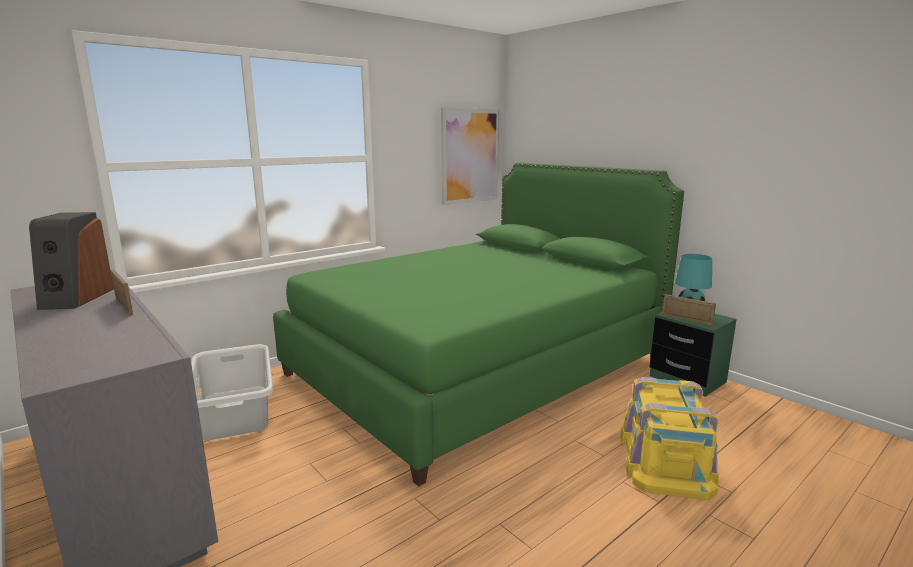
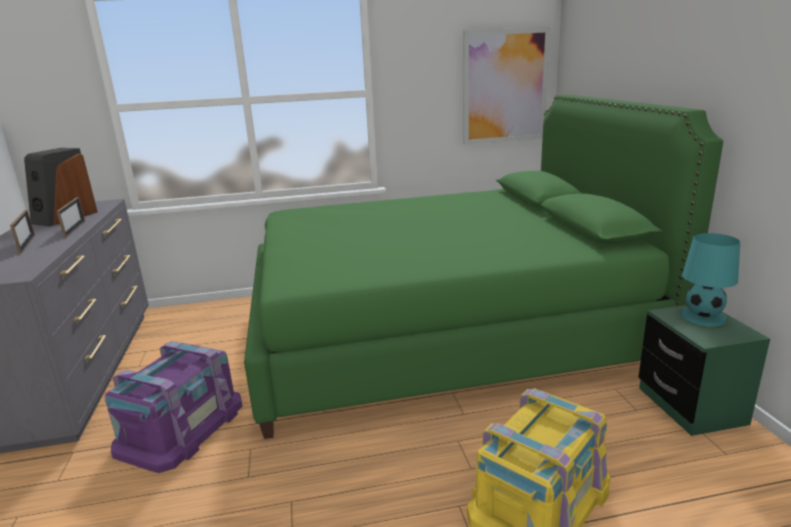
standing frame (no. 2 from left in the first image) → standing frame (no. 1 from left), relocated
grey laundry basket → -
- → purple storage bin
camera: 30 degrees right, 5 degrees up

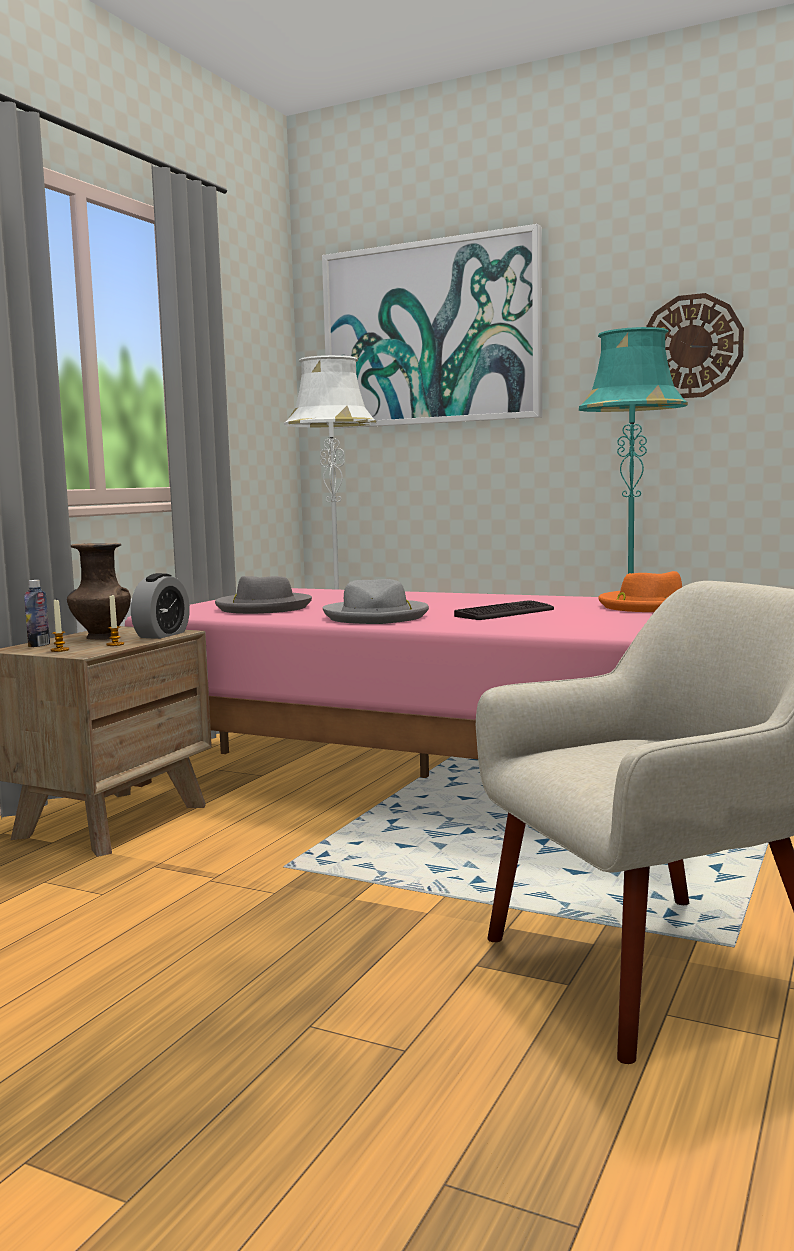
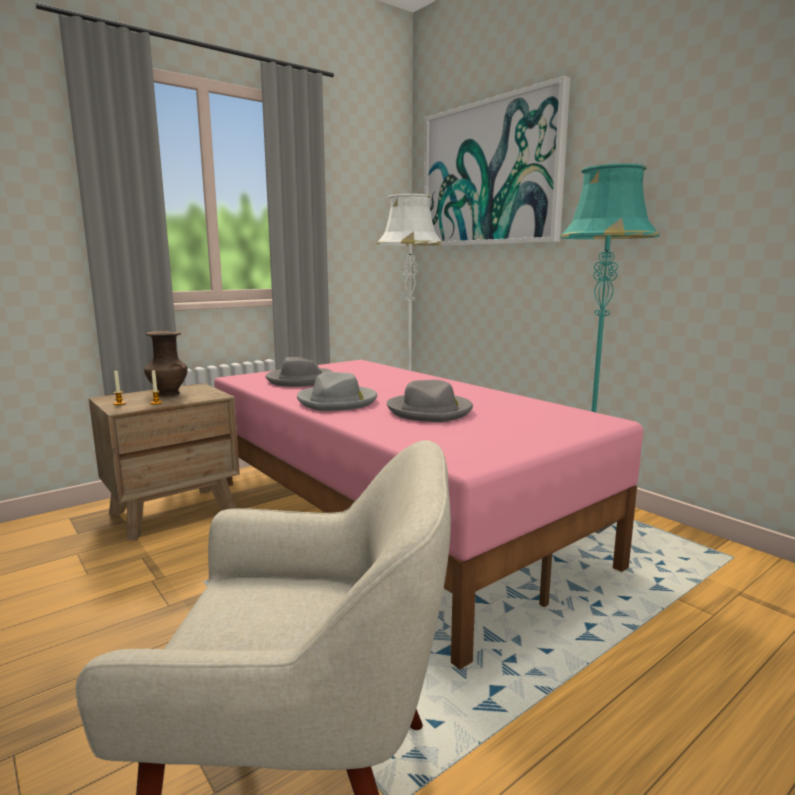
clock on the wall → -
orange clothing hat → -
bedside clock → -
drink bottle → -
keyboard → grey clothing hat (no. 3 from left)
camera: 25 degrees right, 5 degrees up

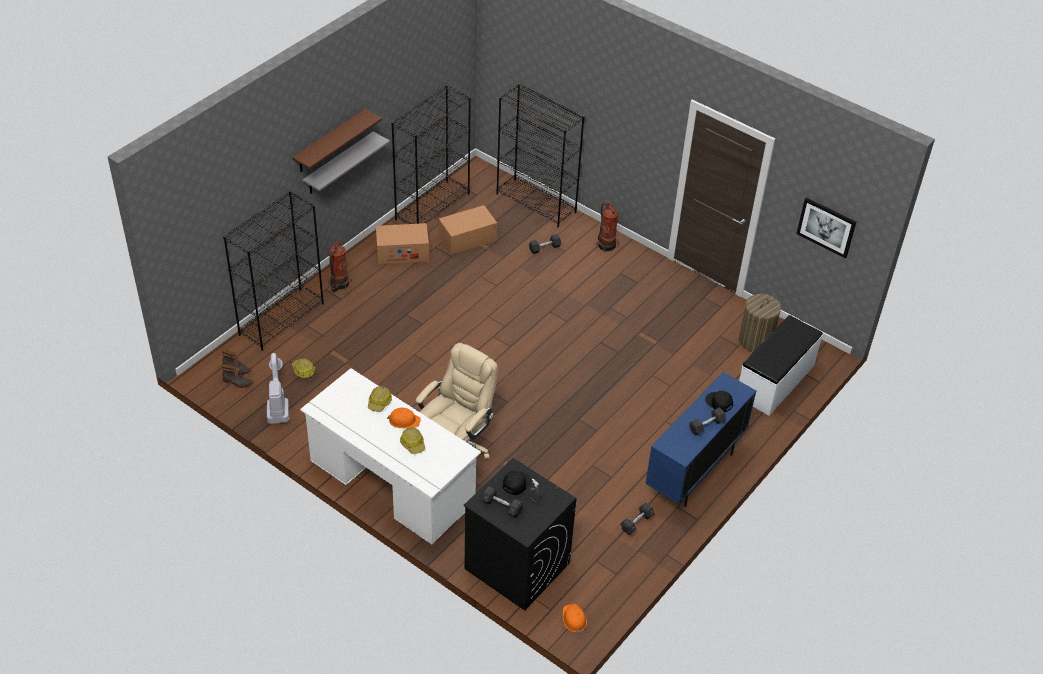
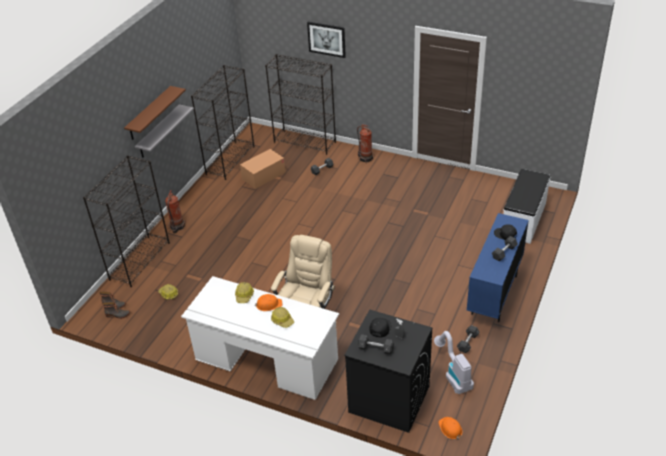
picture, relocated
cardboard box (no. 1 from left) → -
laundry basket → -
hoover, relocated
camera: 10 degrees left, 5 degrees down

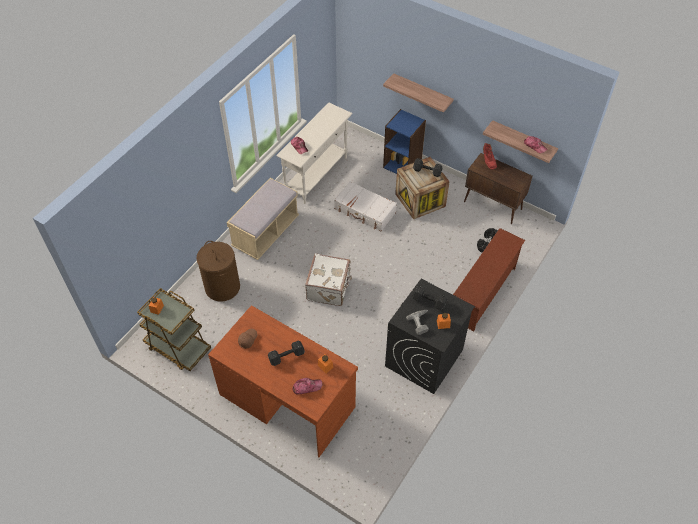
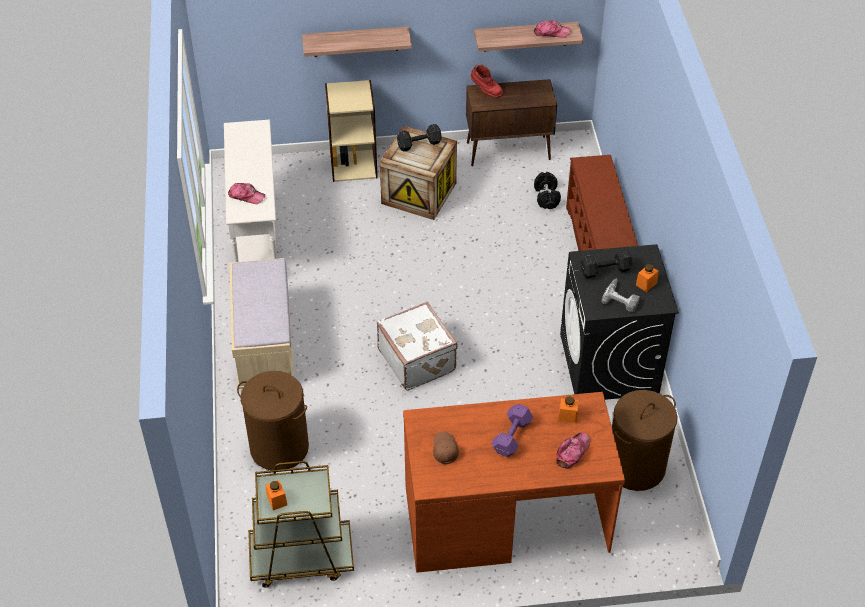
blue-coloured bookcase → beige-coloured bookcase
white travel case (no. 2 from left) → -
blackish free weight (no. 1 from left) → purple free weight
- → brownish laundry basket (no. 2 from left)
camera: 40 degrees left, 5 degrees down

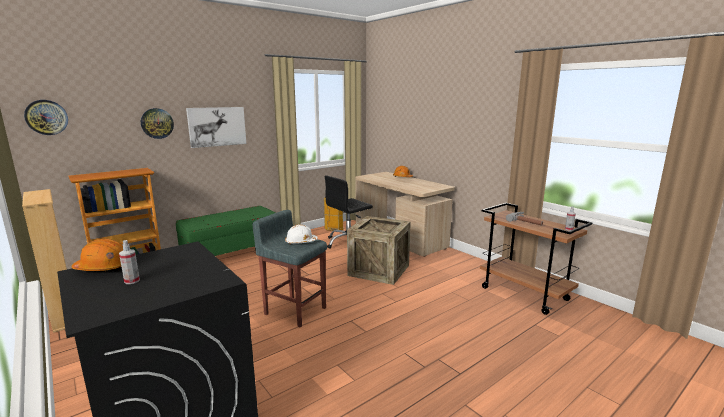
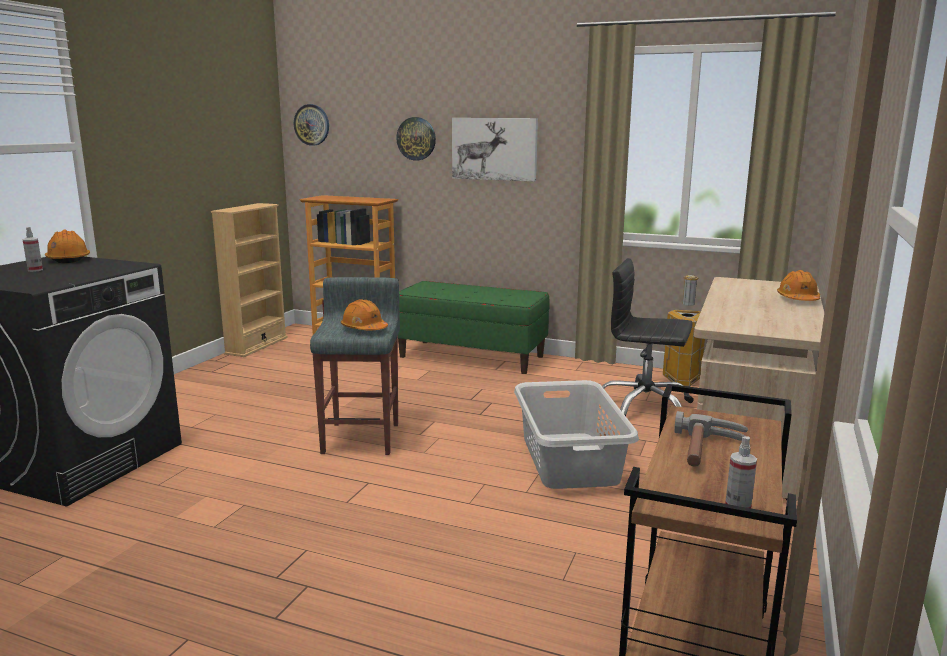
packing crate → grey laundry basket
white hard hat → orange hard hat (no. 2 from left)
camera: 60 degrees right, 0 degrees up

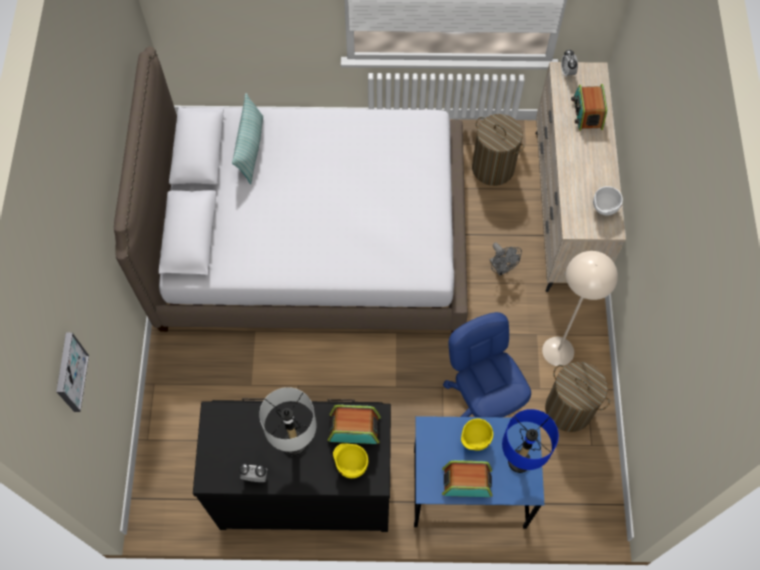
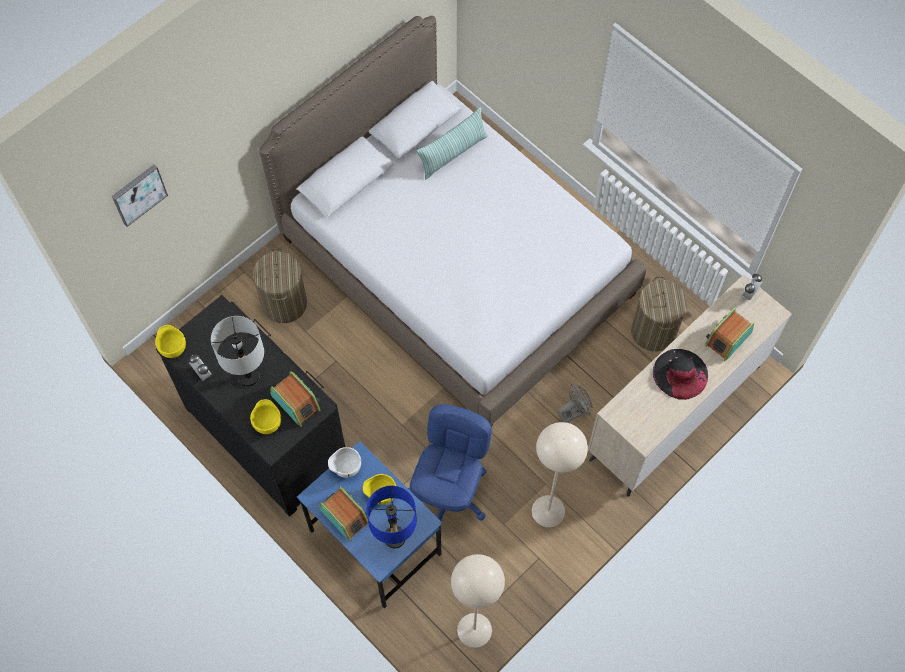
white deep dish, relocated
grey electric fan, 135 degrees counterclockwise
laundry basket (no. 2 from left in the first image) → laundry basket (no. 1 from left), relocated
- → yellow deep dish (no. 1 from left)
- → blackish clothing hat
- → beige-coloured standard lamp (no. 1 from left)
camera: 45 degrees right, 0 degrees up

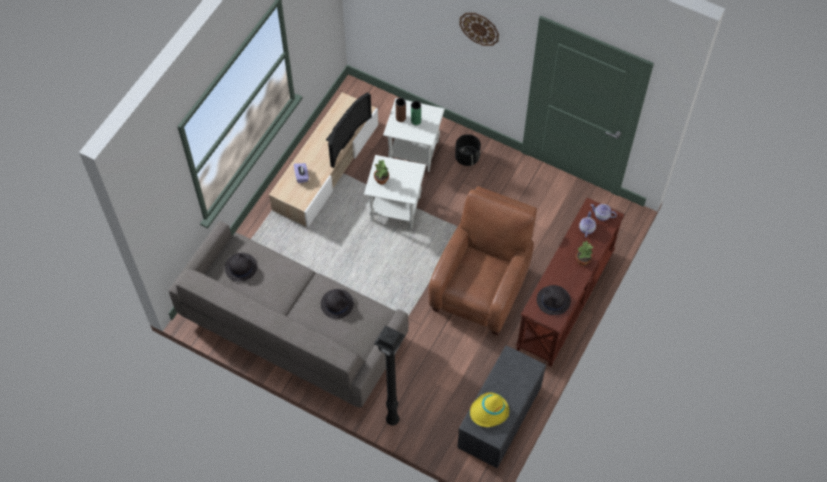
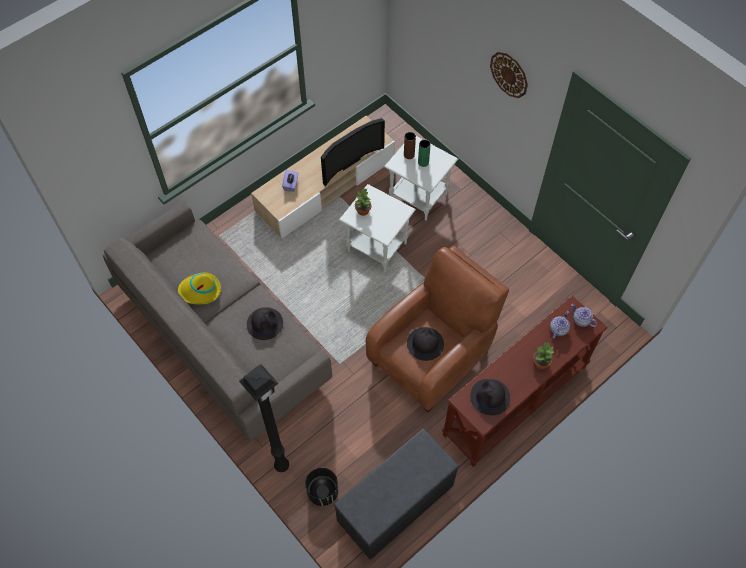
blackish plant pot, relocated
blackish clothing hat (no. 1 from left in the first image) → blackish clothing hat (no. 2 from left), relocated
yellow clothing hat, relocated
camera: 20 degrees right, 0 degrees up

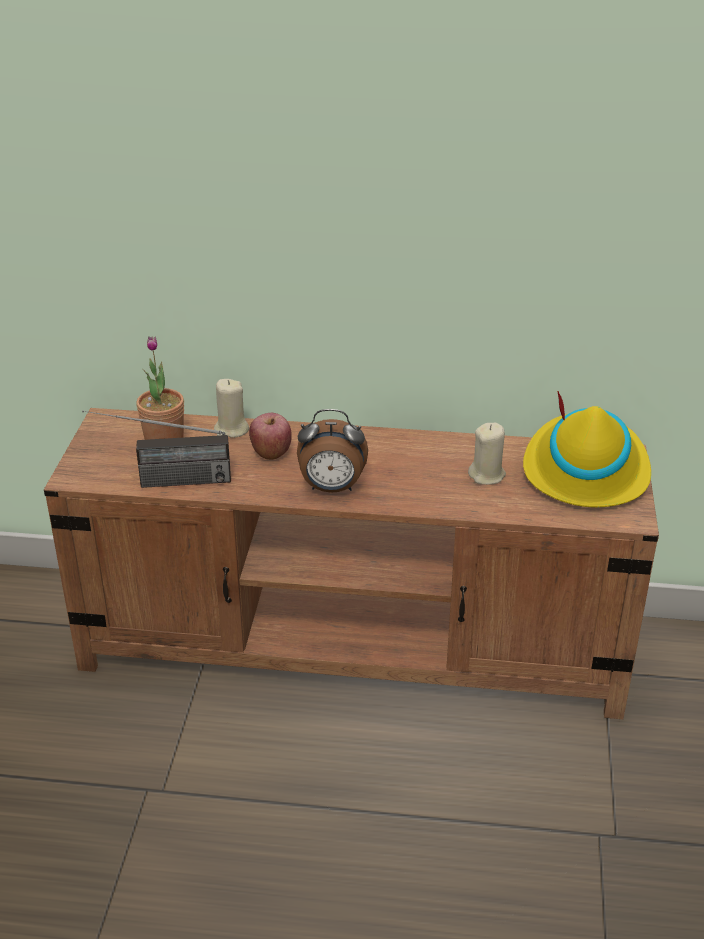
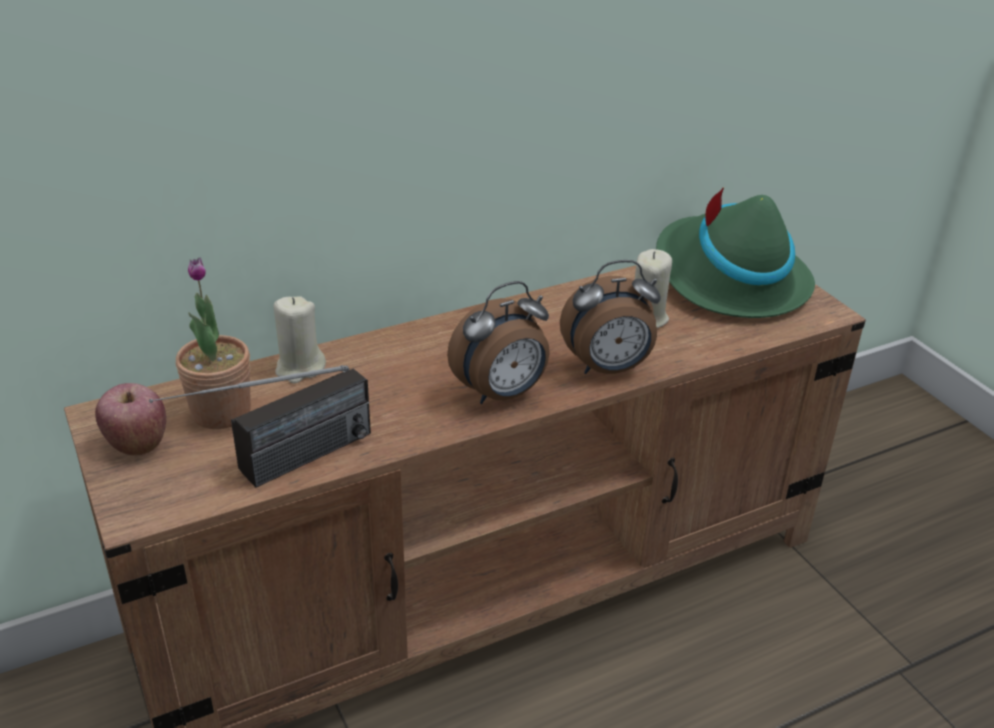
yellow clothing hat → greenish clothing hat
apple, relocated
- → bedside clock (no. 2 from left)
camera: 35 degrees left, 0 degrees up

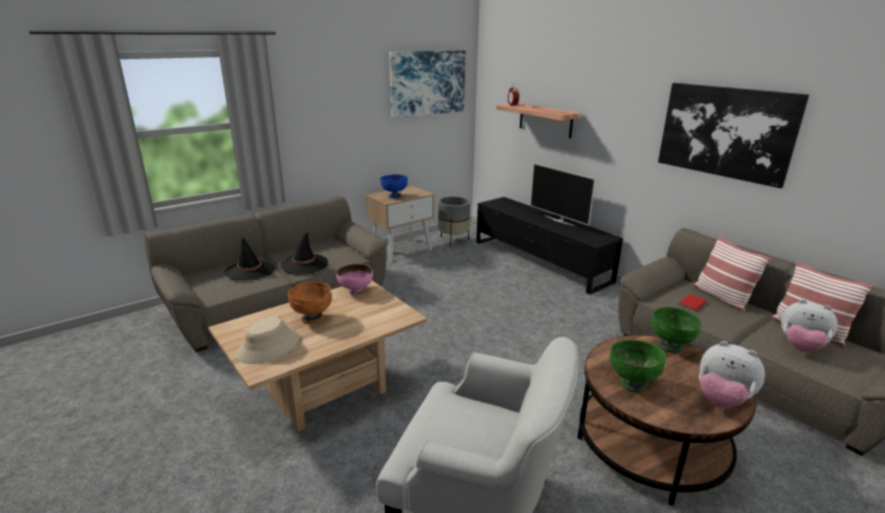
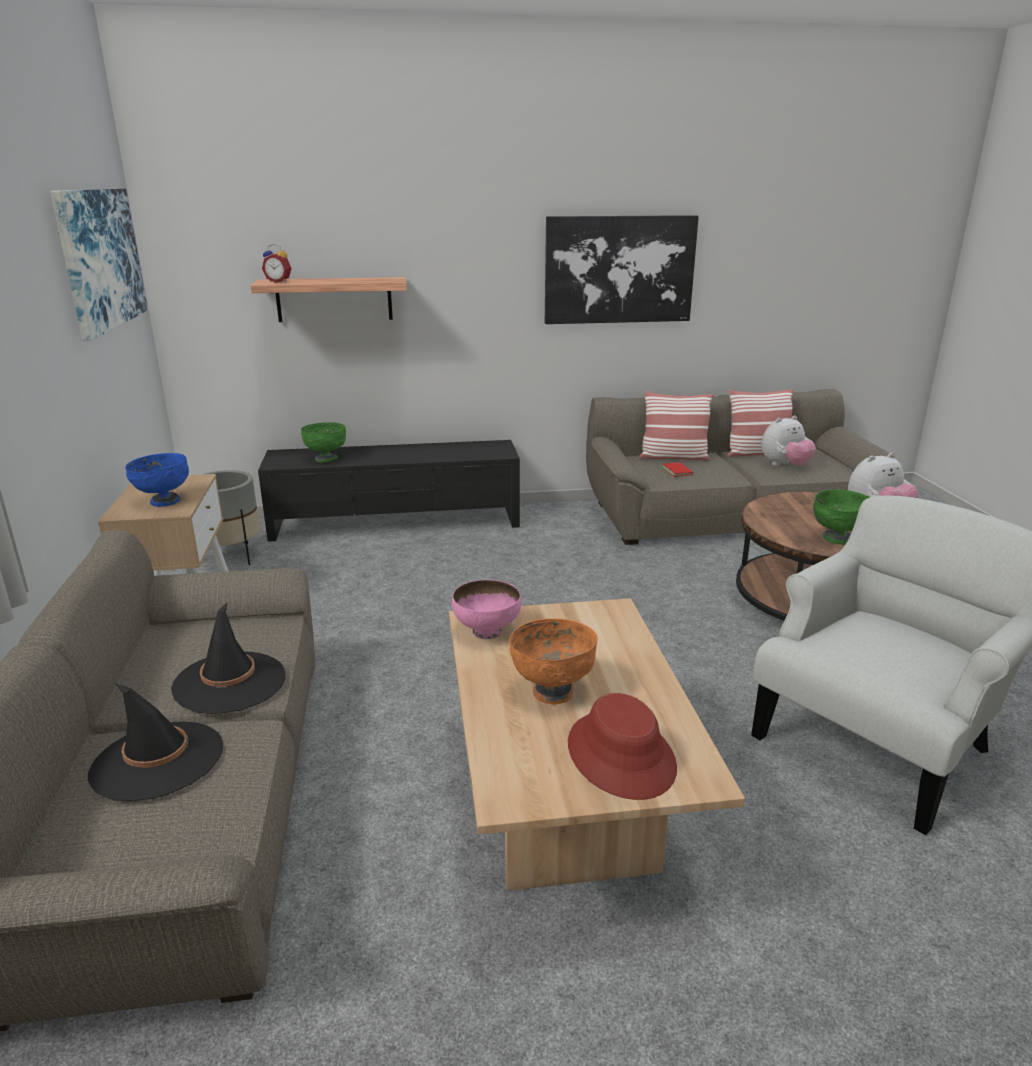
TV → -
greenish deep dish (no. 2 from left in the first image) → greenish deep dish (no. 1 from left), relocated
beige-coloured clothing hat → red clothing hat
camera: 60 degrees left, 0 degrees up

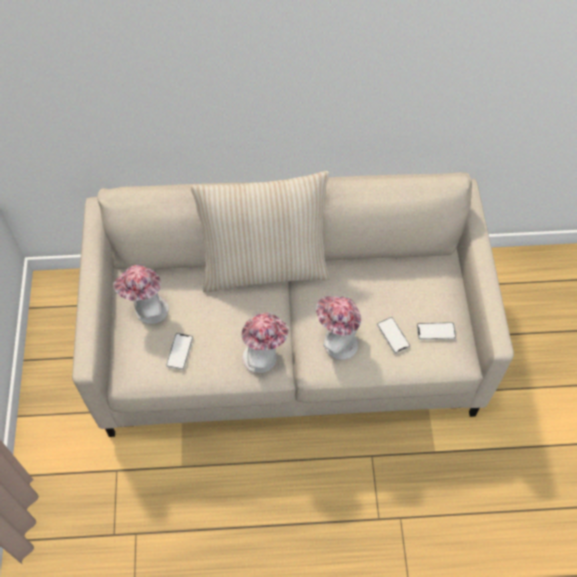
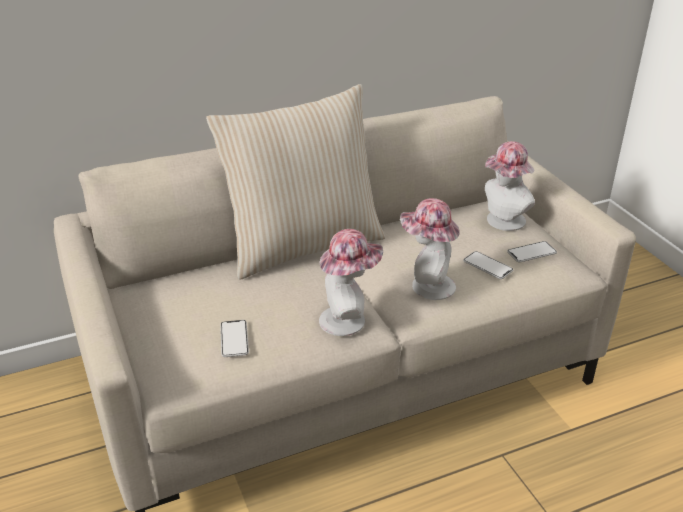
clothing hat (no. 1 from left in the first image) → clothing hat (no. 3 from left), relocated
camera: 20 degrees left, 25 degrees down

